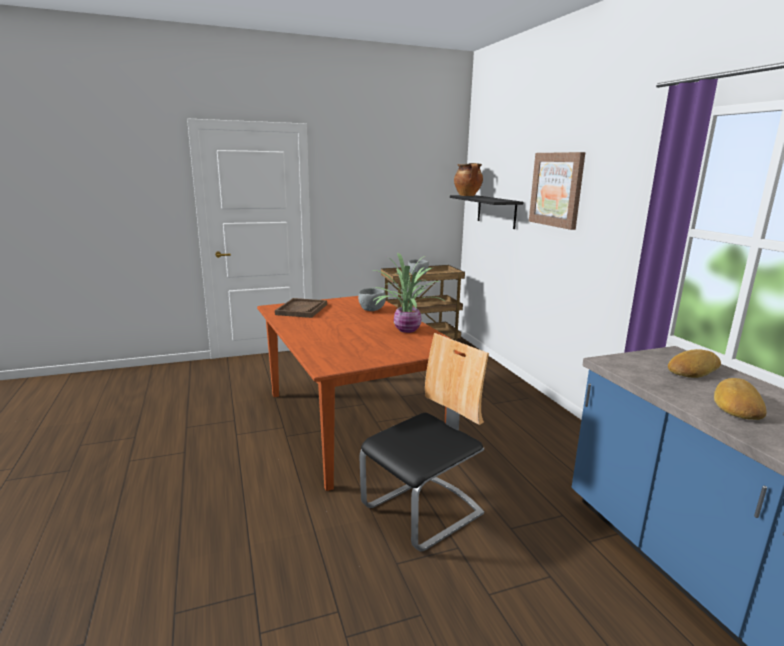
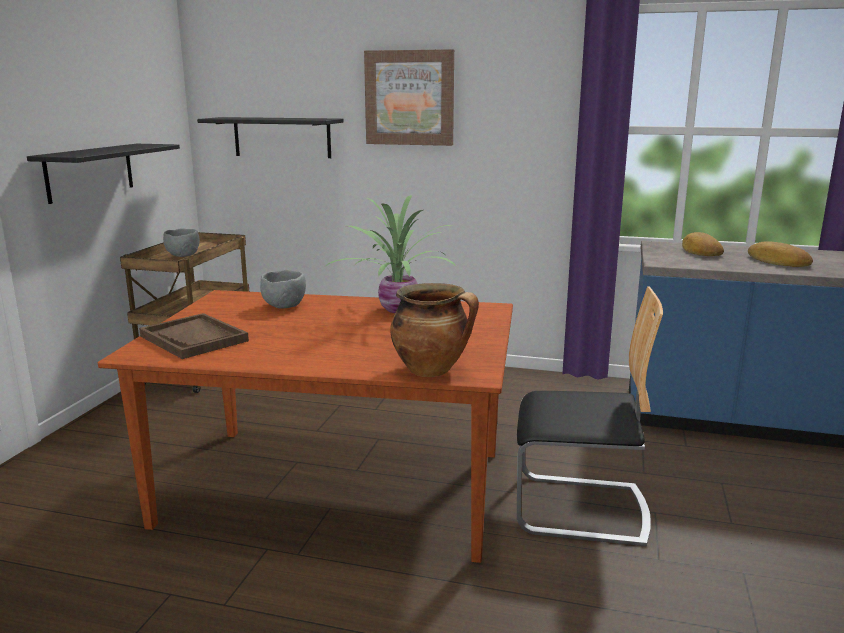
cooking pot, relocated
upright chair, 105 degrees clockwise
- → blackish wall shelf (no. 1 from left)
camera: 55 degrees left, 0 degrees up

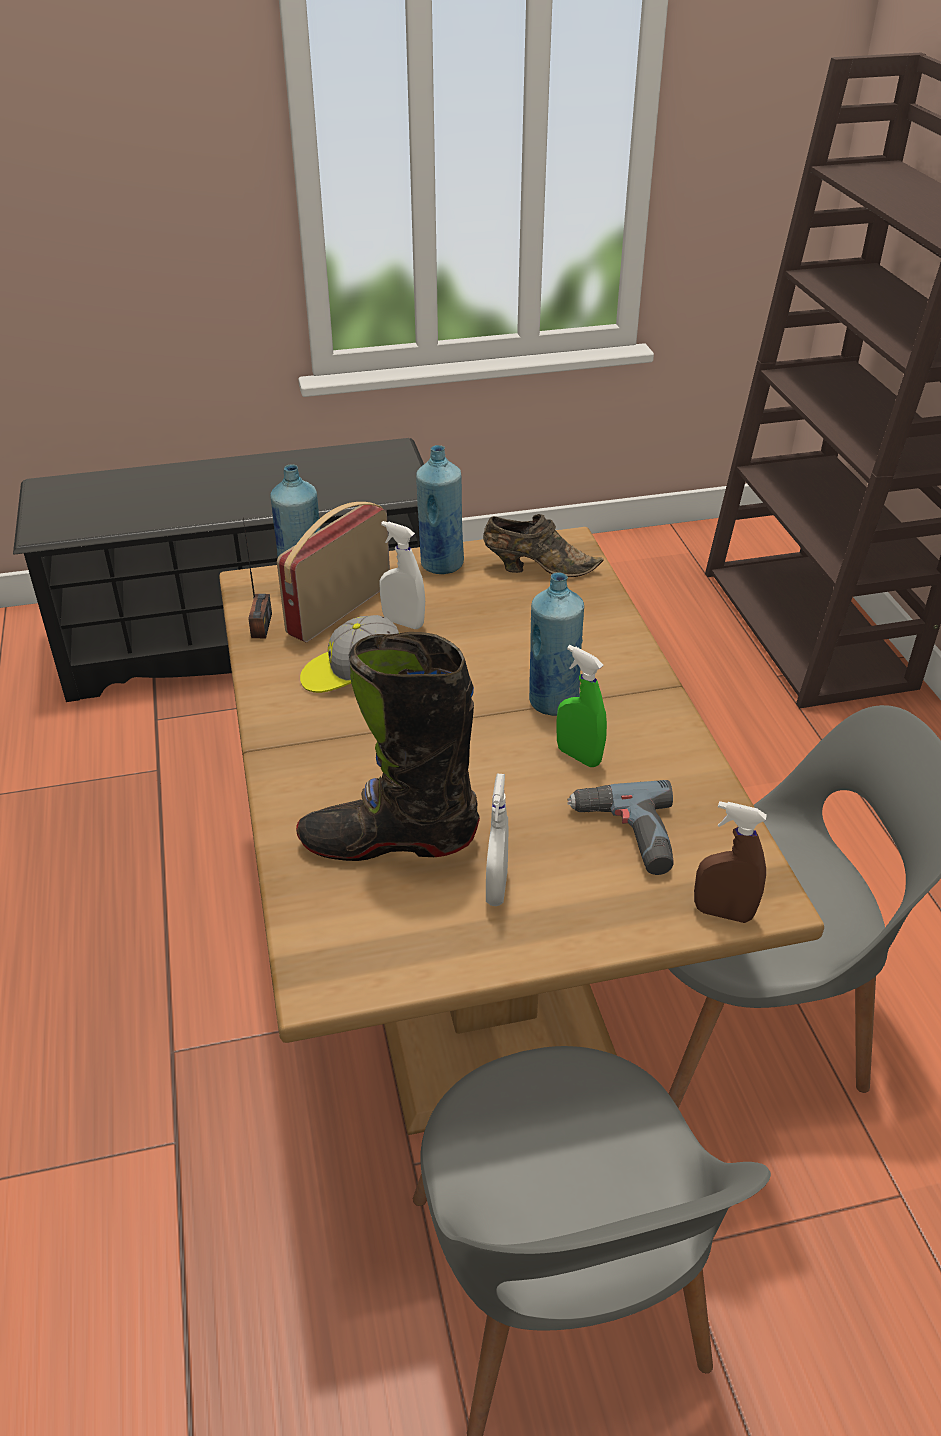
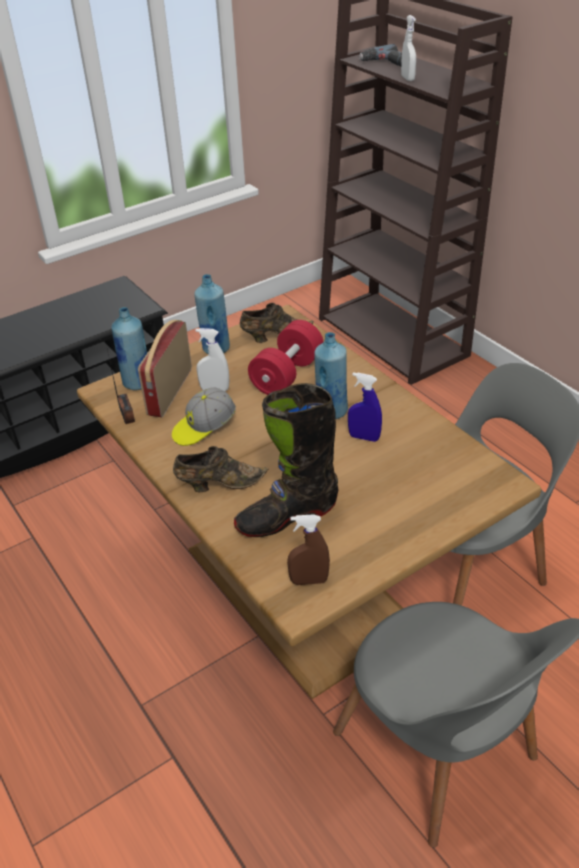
greenish spray bottle → blue-coloured spray bottle
white spray bottle (no. 2 from left), relocated
electric drill, relocated
brownish spray bottle, relocated
- → red free weight
- → brownish low shoe (no. 1 from left)
camera: 20 degrees left, 0 degrees up

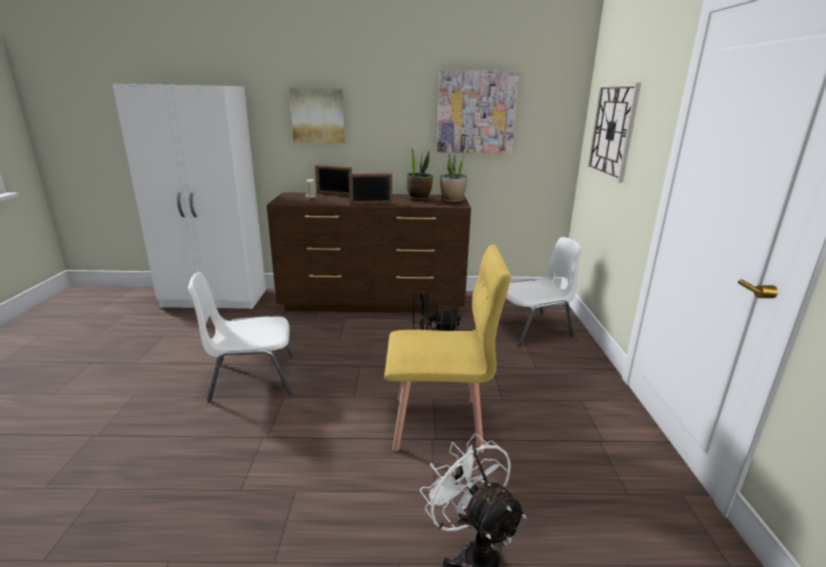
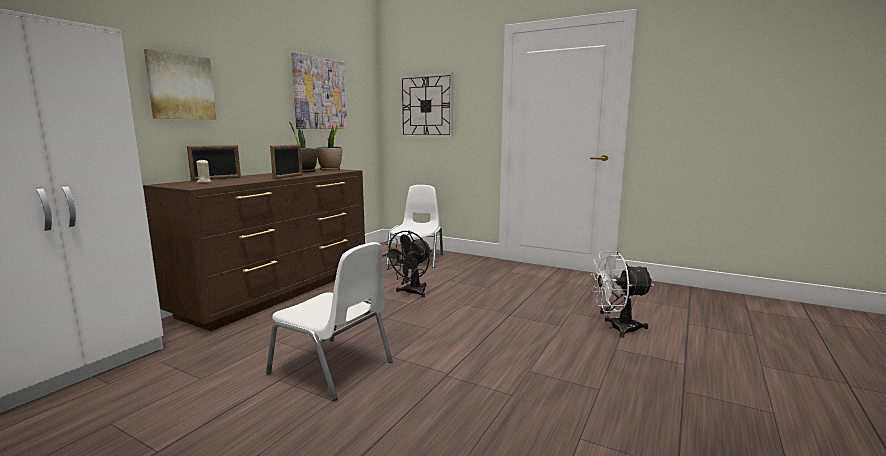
yellow upright chair → -
white upright chair (no. 1 from left), 75 degrees counterclockwise
camera: 60 degrees left, 10 degrees down

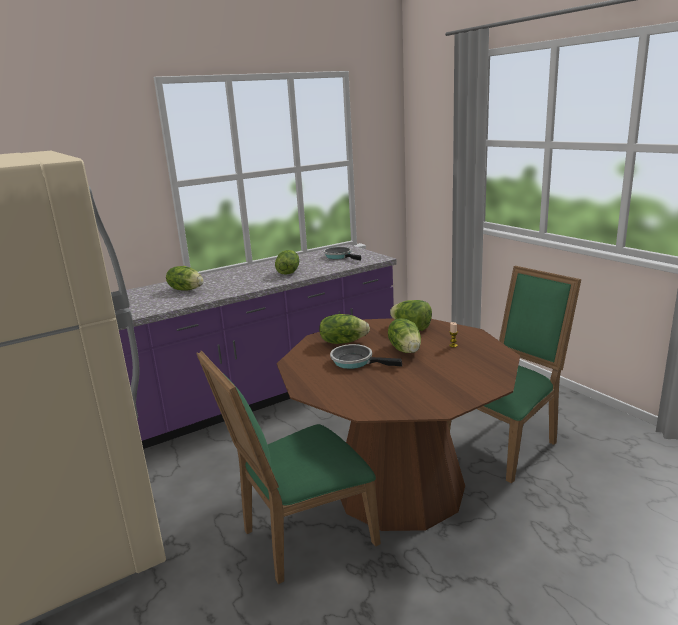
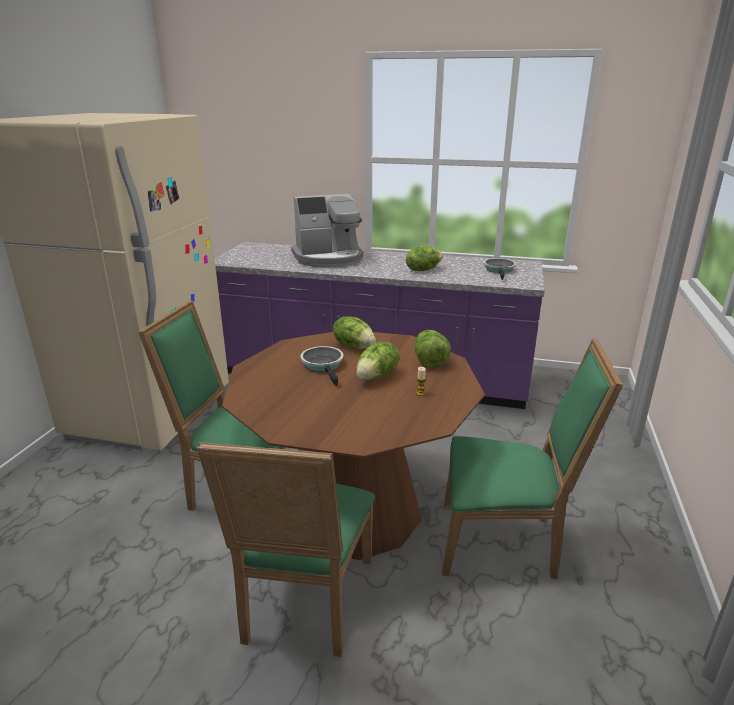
lettuce (no. 1 from left) → coffee brewer
- → greenish upright chair (no. 2 from left)
camera: 45 degrees right, 5 degrees up

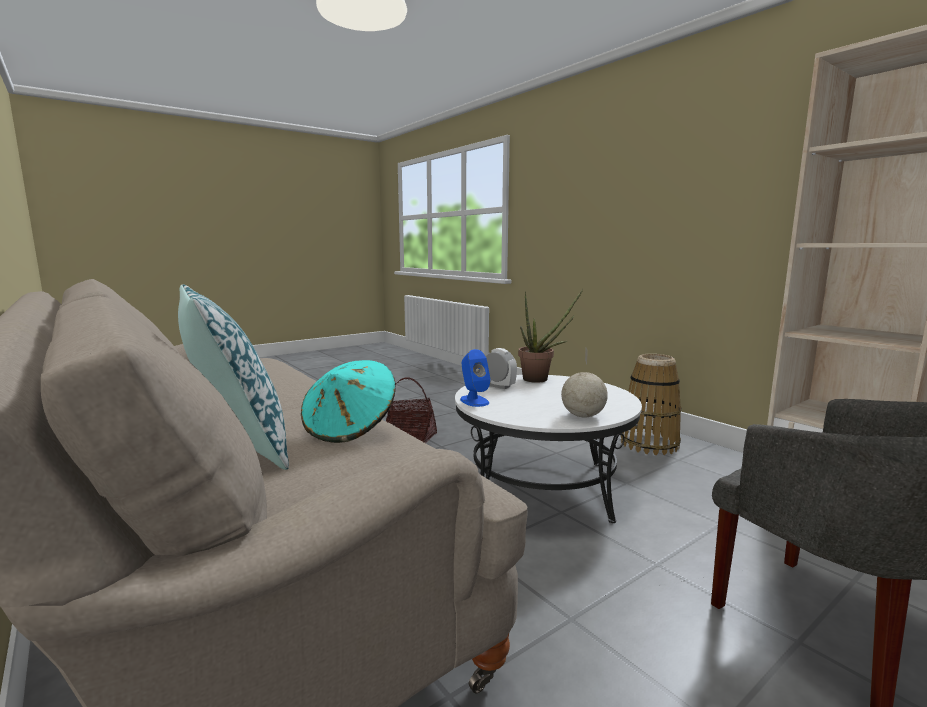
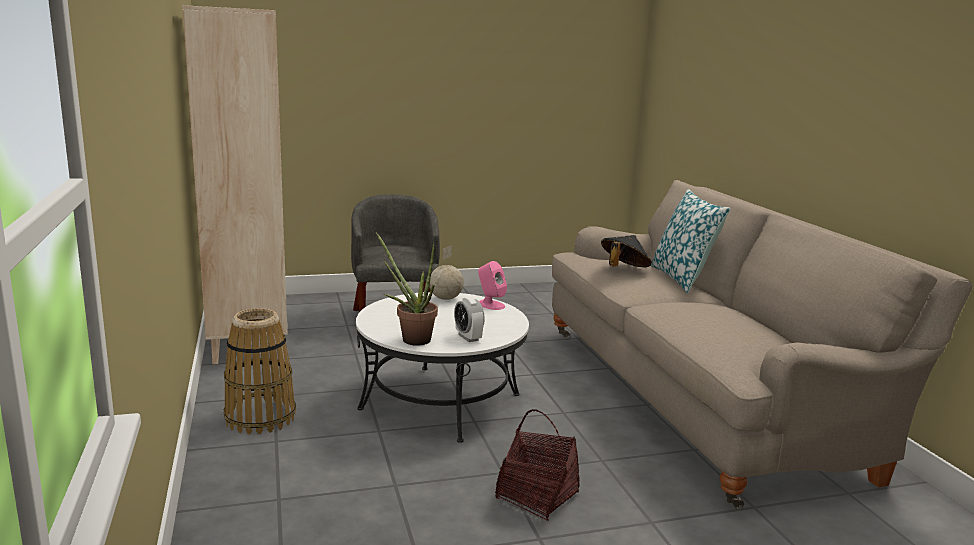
blue-coloured audio speaker → -
turquoise-coloured clothing hat → blackish clothing hat
- → pinkish audio speaker
camera: 160 degrees left, 5 degrees up

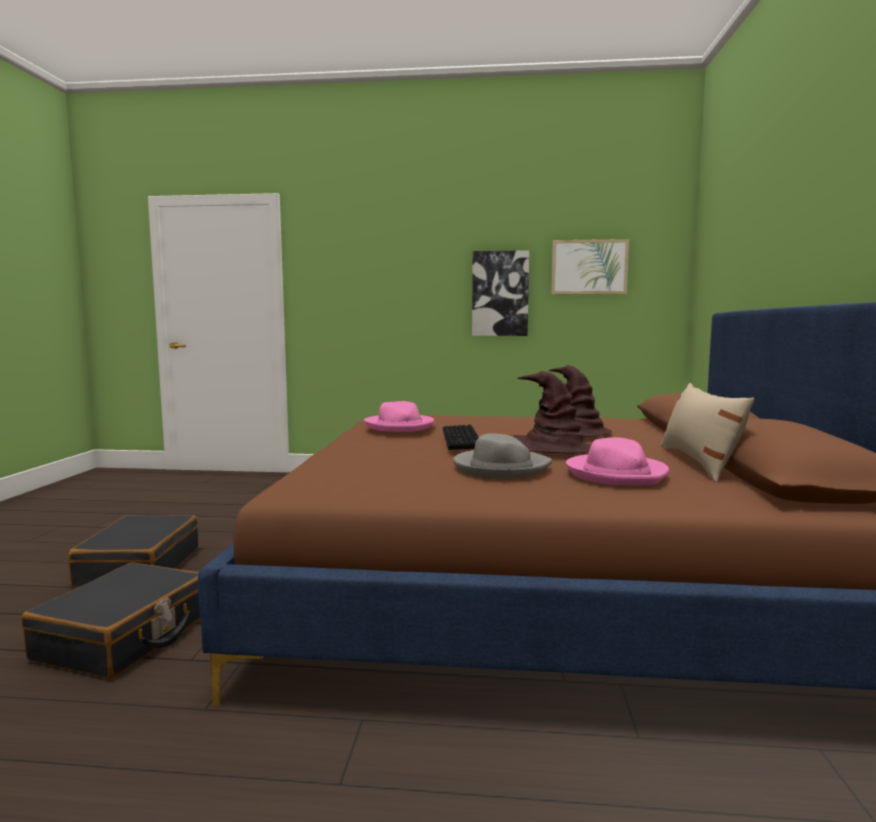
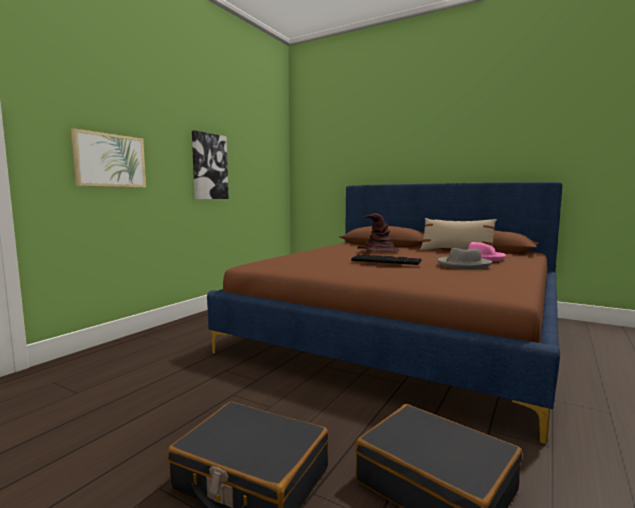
picture (no. 2 from left in the first image) → picture (no. 1 from left), relocated
brownish clothing hat (no. 1 from left) → -
pinkish clothing hat (no. 1 from left) → -
camera: 65 degrees left, 0 degrees up

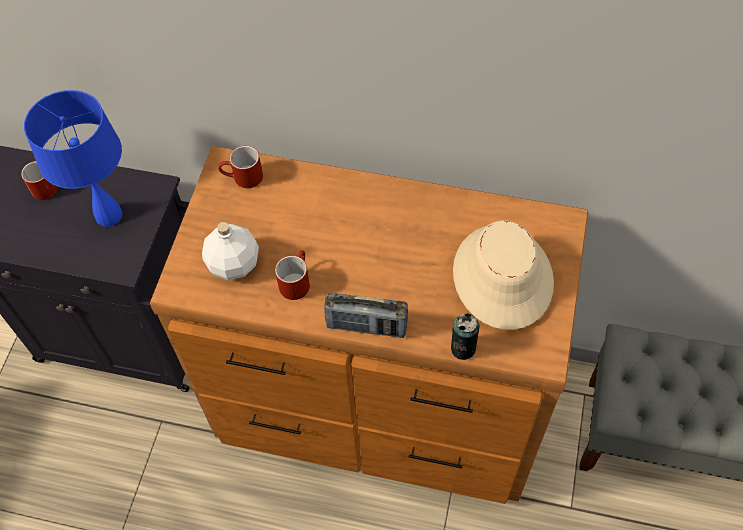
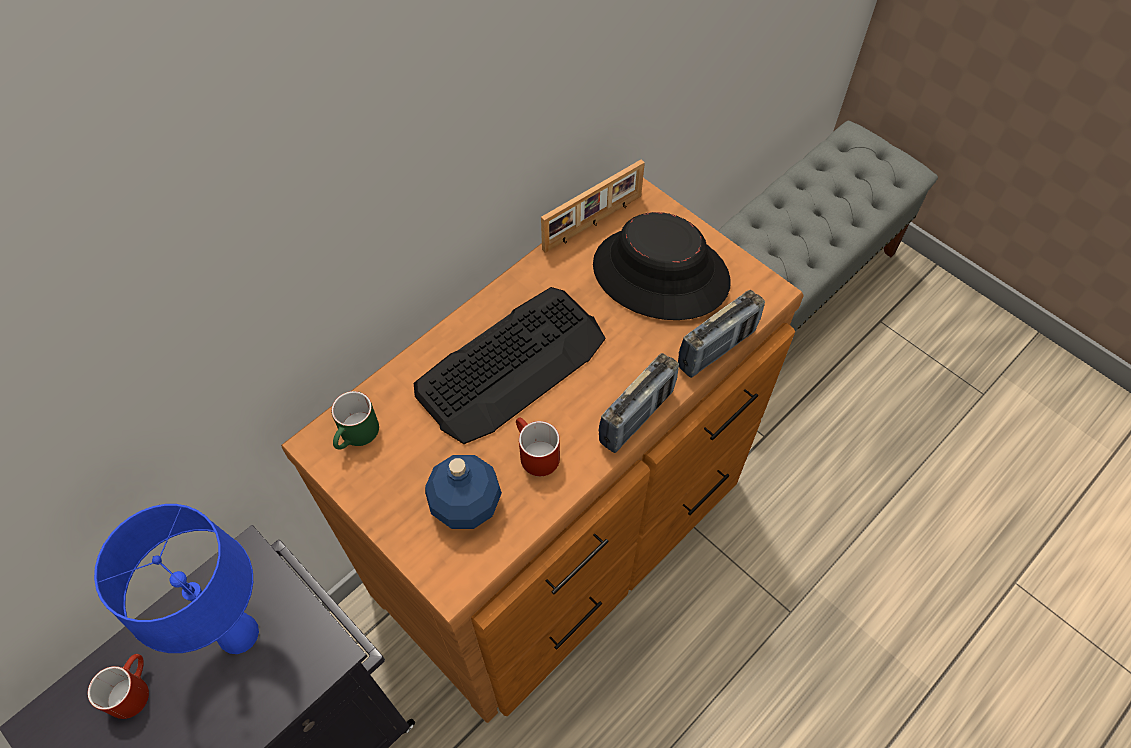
red coffee mug (no. 2 from left) → greenish coffee mug
beige-coloured clothing hat → blackish clothing hat
white drink bottle → blue-coloured drink bottle
sealed can → radio (no. 2 from left)
- → standing frame
- → keyboard
camera: 60 degrees left, 0 degrees up

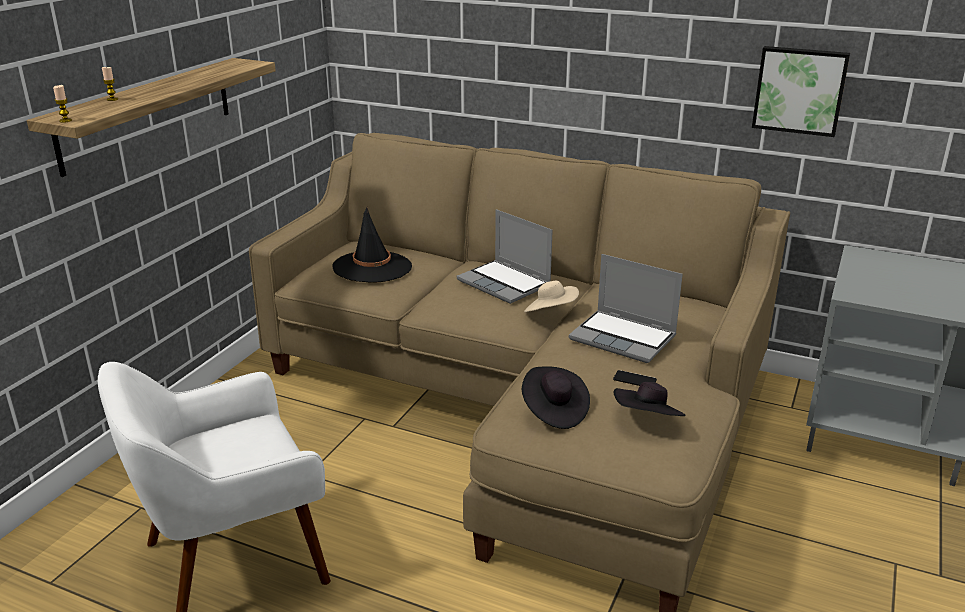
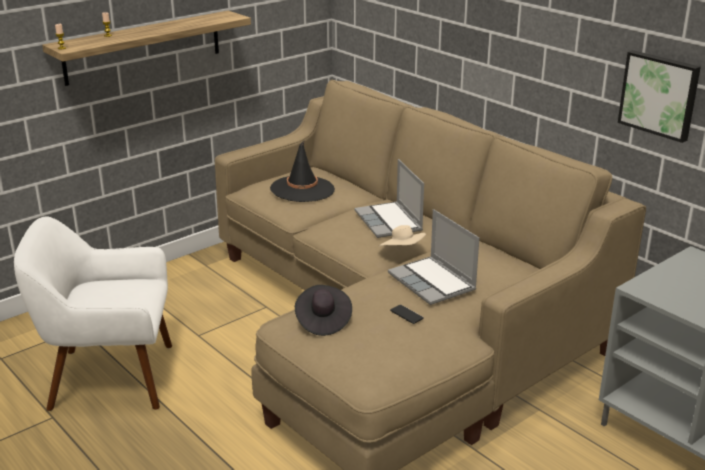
blackish clothing hat (no. 3 from left) → -
camera: 25 degrees right, 0 degrees up

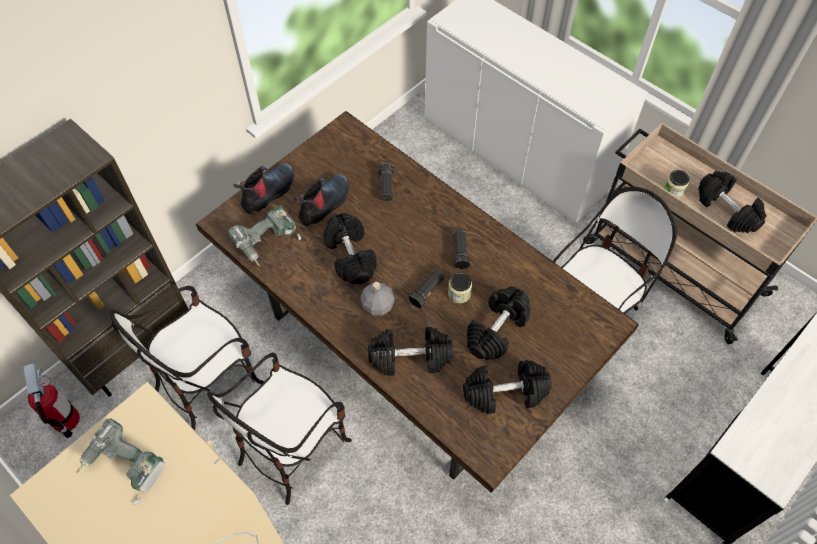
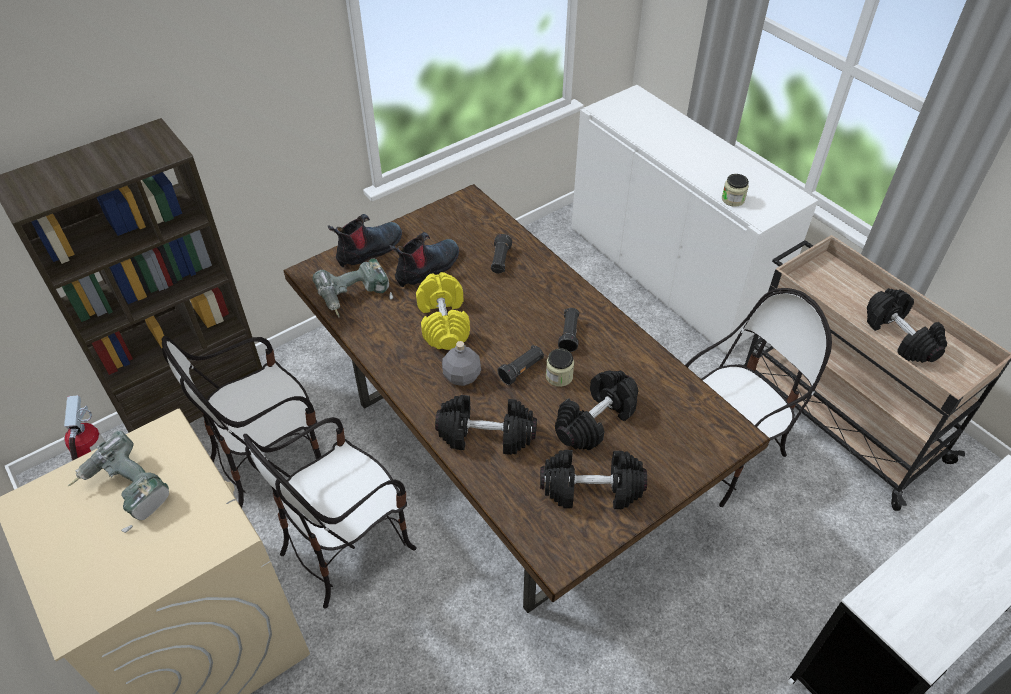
storage jar (no. 2 from left), relocated
blackish free weight (no. 1 from left) → yellow free weight
camera: 10 degrees right, 10 degrees down

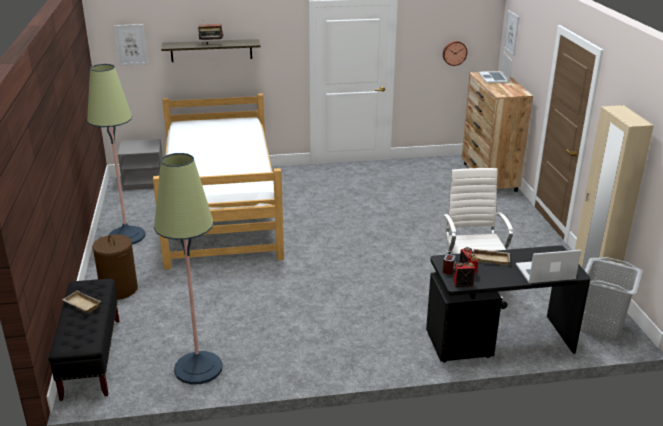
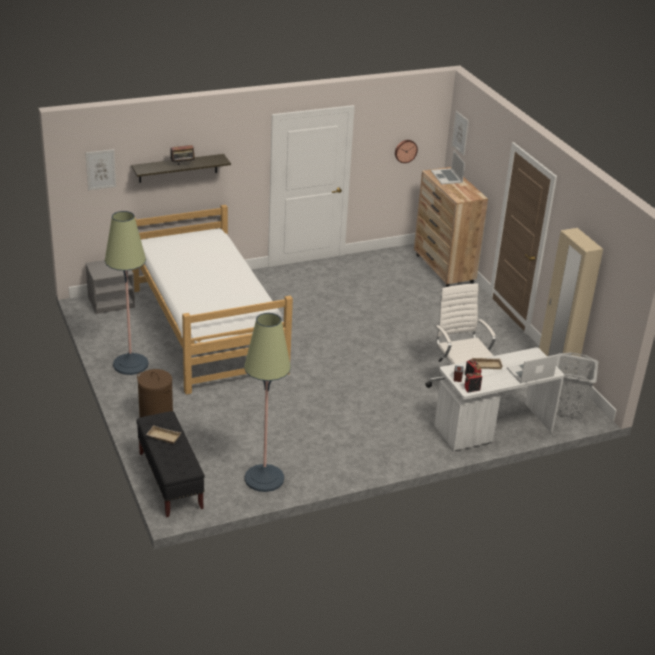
blackish desk → white desk
camera: 15 degrees left, 5 degrees up

